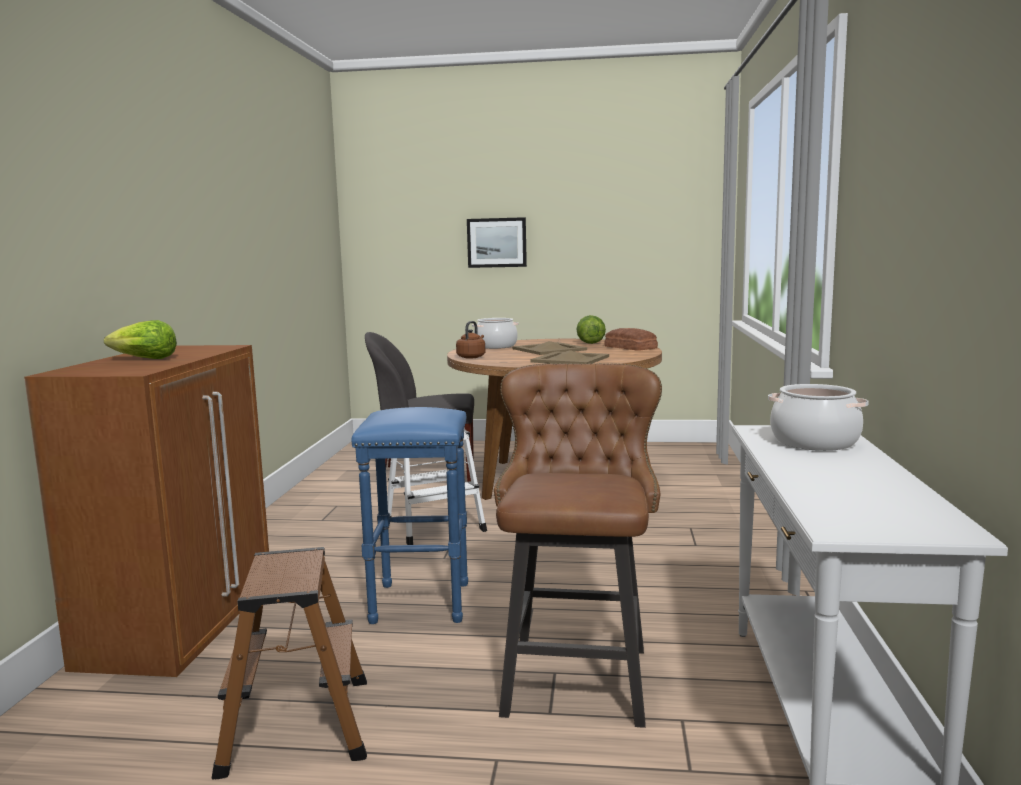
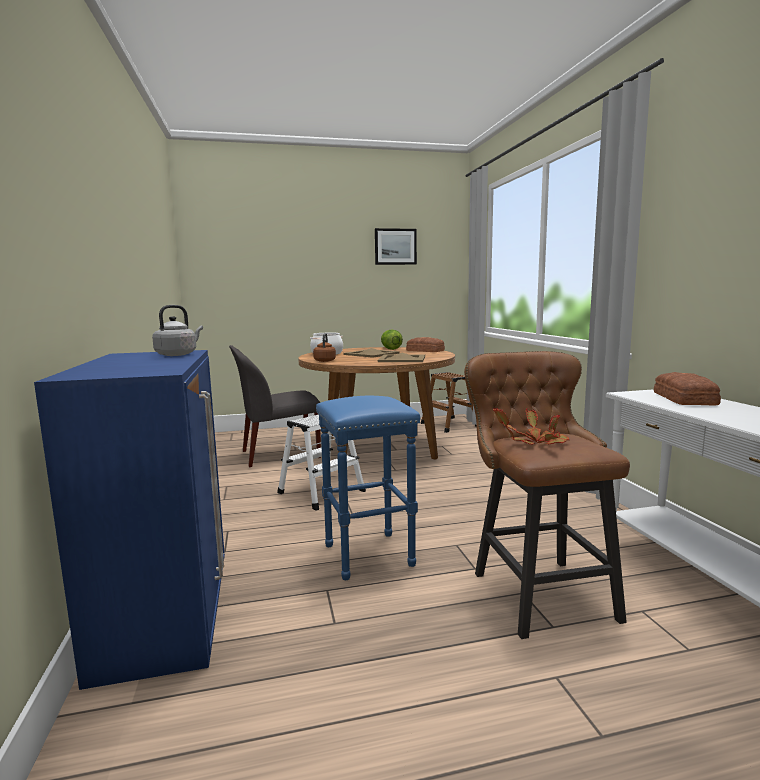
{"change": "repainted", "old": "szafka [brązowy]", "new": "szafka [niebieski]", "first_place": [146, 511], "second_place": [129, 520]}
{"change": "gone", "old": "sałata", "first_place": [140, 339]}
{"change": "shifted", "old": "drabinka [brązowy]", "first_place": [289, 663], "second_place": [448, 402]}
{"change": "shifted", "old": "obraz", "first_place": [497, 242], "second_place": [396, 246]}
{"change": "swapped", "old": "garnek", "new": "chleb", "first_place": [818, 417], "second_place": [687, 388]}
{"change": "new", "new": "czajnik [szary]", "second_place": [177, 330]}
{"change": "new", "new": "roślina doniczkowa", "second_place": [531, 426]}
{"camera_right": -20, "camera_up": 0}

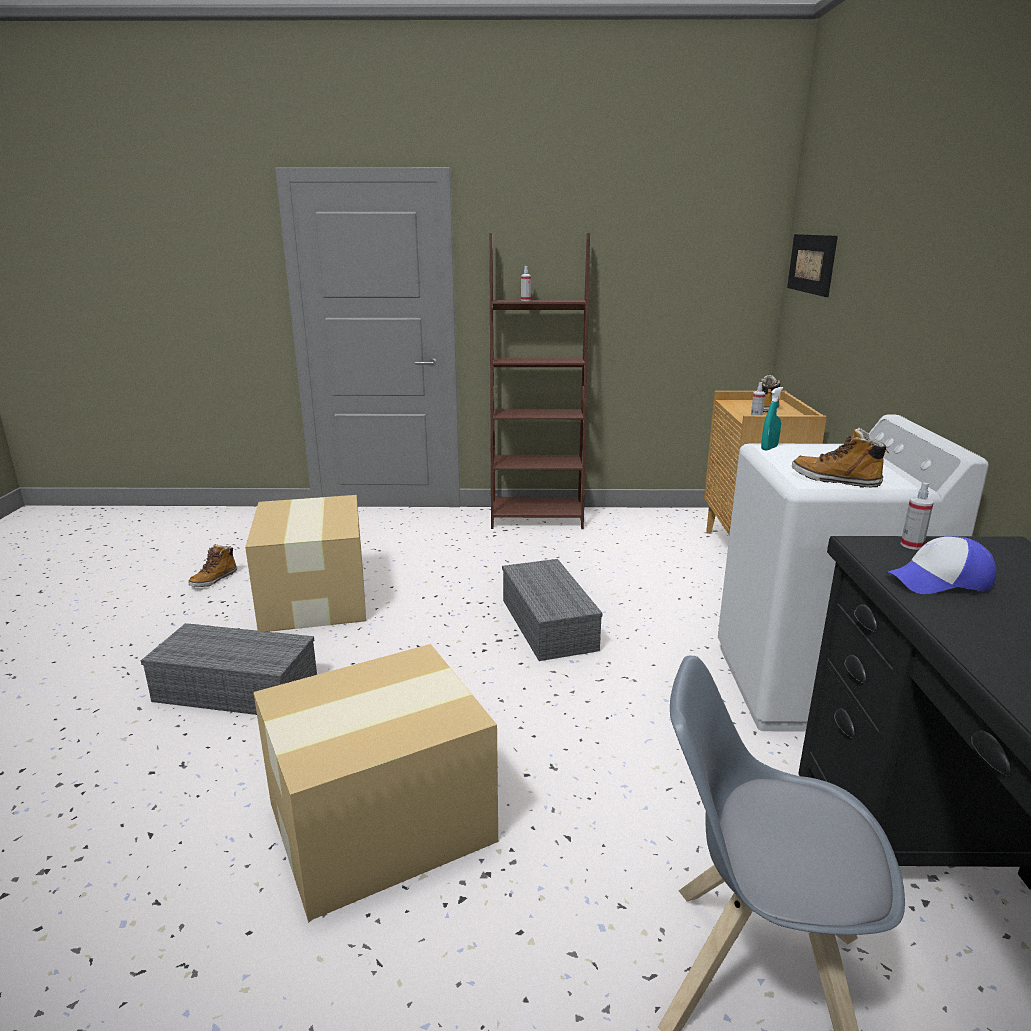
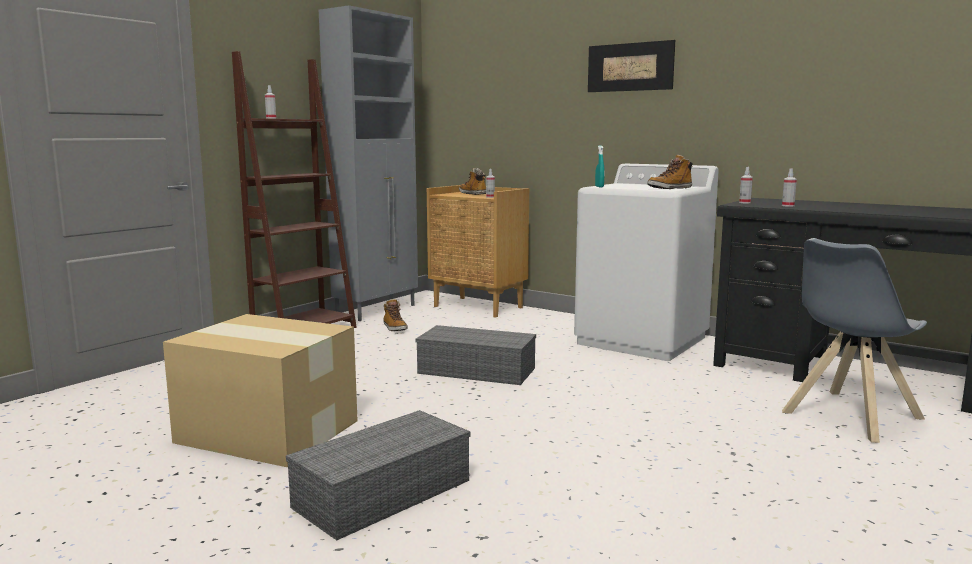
{"change": "shifted", "old": "but z cholewką", "first_place": [212, 565], "second_place": [395, 315]}
{"change": "gone", "old": "karton", "first_place": [375, 782]}
{"change": "shifted", "old": "obraz", "first_place": [812, 265], "second_place": [631, 66]}
{"change": "swapped", "old": "czapka z daszkiem", "new": "spryskiwacz", "first_place": [941, 565], "second_place": [789, 187]}
{"change": "new", "new": "szafka [szary]", "second_place": [368, 163]}
{"camera_right": -55, "camera_up": -10}

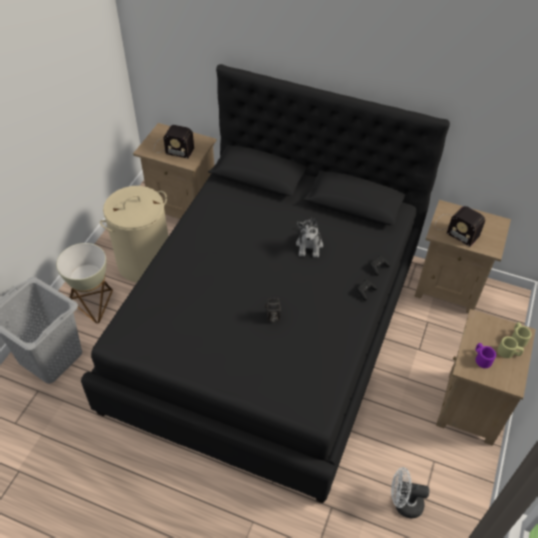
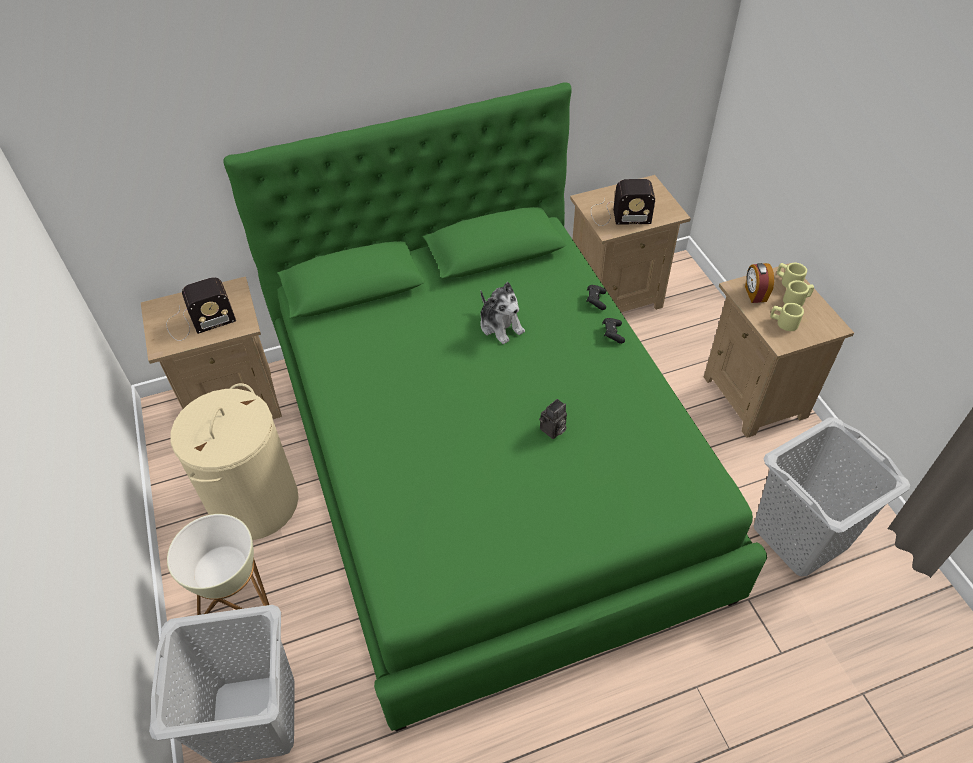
{"change": "repainted", "old": "łóżko [czarny]", "new": "łóżko [zielony]", "first_place": [265, 283], "second_place": [495, 407]}
{"change": "swapped", "old": "wentylator [biały]", "new": "kosz na pranie [szary]", "first_place": [410, 492], "second_place": [832, 496]}
{"change": "repainted", "old": "kubek [fioletowy]", "new": "kubek [beżowy]", "first_place": [485, 355], "second_place": [787, 317]}
{"change": "new", "new": "budzik", "second_place": [759, 283]}
{"camera_right": -40, "camera_up": 0}

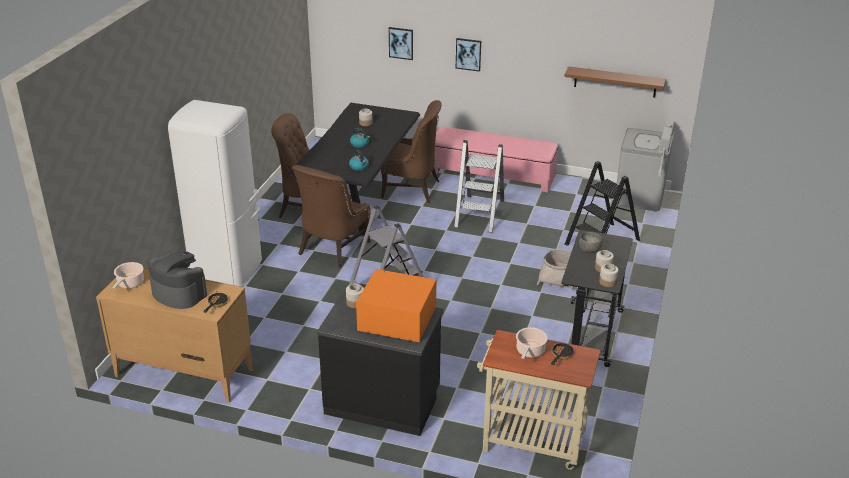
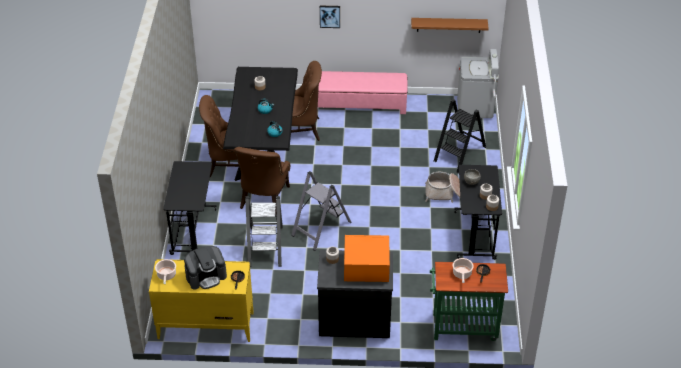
{"change": "repainted", "old": "szafka [brązowy]", "new": "szafka [żółty]", "first_place": [174, 335], "second_place": [201, 300]}
{"change": "rotated", "old": "ekspres do kawy", "first_place": [177, 280], "second_place": [205, 268], "degrees": 135}
{"change": "swapped", "old": "lodówka [biały]", "new": "biurko [czarny]", "first_place": [215, 193], "second_place": [190, 208]}
{"change": "gone", "old": "obraz", "first_place": [401, 43]}
{"change": "shifted", "old": "drabinka [szary]", "first_place": [479, 186], "second_place": [264, 231]}
{"change": "repainted", "old": "wózek [beżowy]", "new": "wózek [zielony]", "first_place": [538, 400], "second_place": [469, 301]}
{"camera_right": -15, "camera_up": 10}

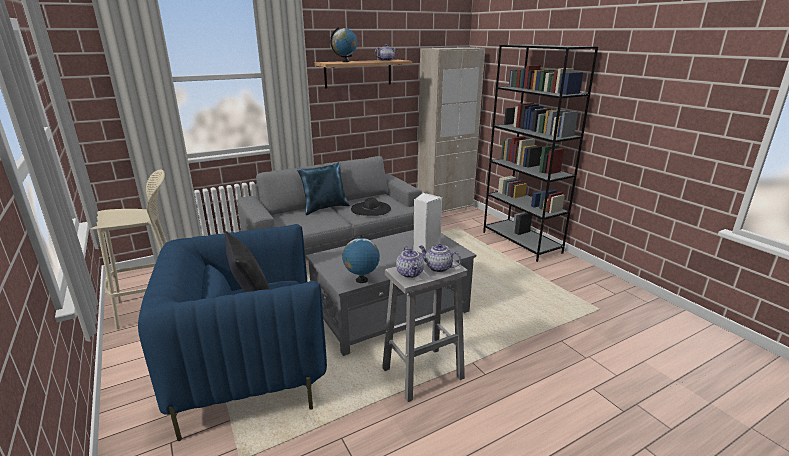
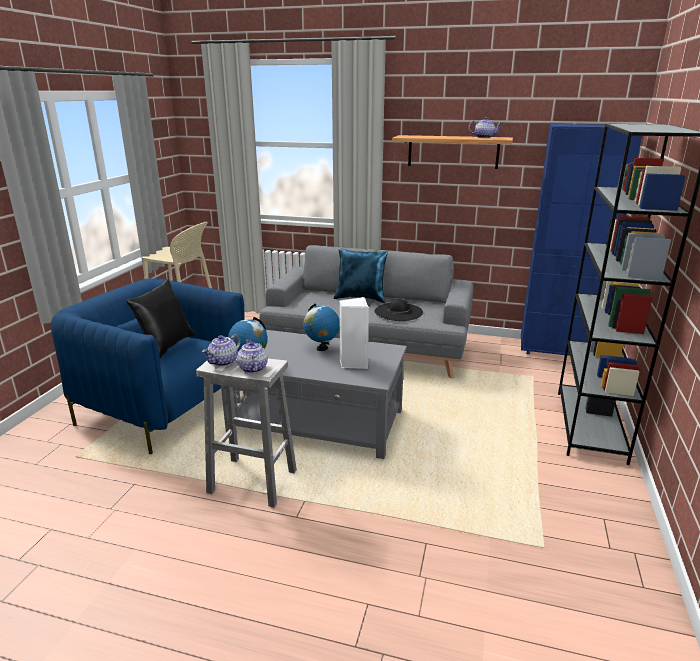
{"change": "shifted", "old": "globus", "first_place": [344, 44], "second_place": [321, 327]}
{"change": "repainted", "old": "szafka [beżowy]", "new": "szafka [niebieski]", "first_place": [451, 130], "second_place": [581, 240]}
{"camera_right": 45, "camera_up": 0}

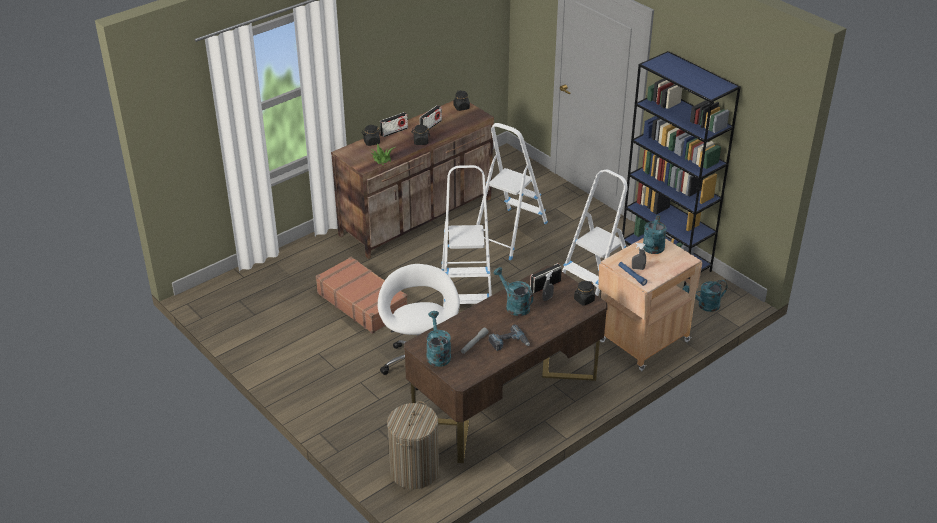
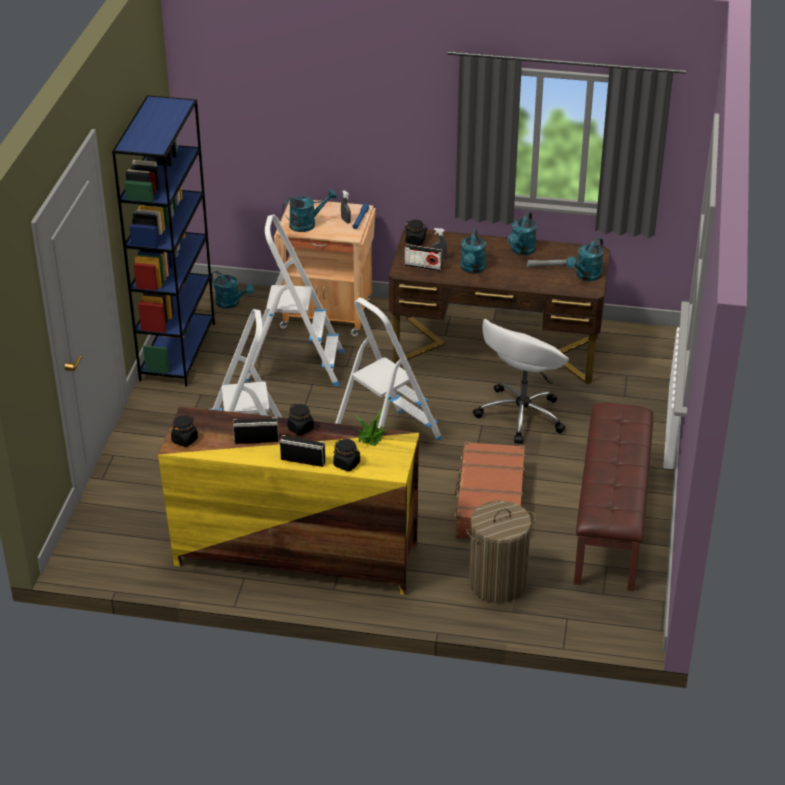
{"change": "repainted", "old": "szafka [brązowy]", "new": "szafka [żółty]", "first_place": [412, 179], "second_place": [288, 500]}
{"change": "shifted", "old": "kosz na pranie", "first_place": [413, 445], "second_place": [501, 551]}
{"change": "swapped", "old": "wiertarka", "new": "konewka [turkusowy]", "first_place": [509, 337], "second_place": [522, 233]}
{"change": "new", "new": "ławka [brązowy]", "second_place": [613, 497]}
{"camera_right": -130, "camera_up": 0}

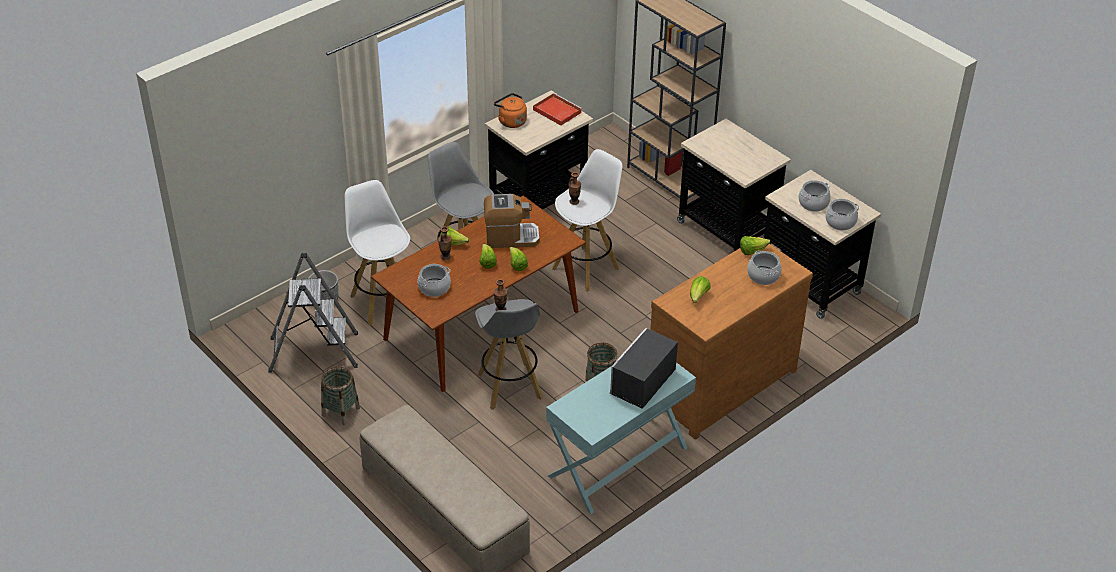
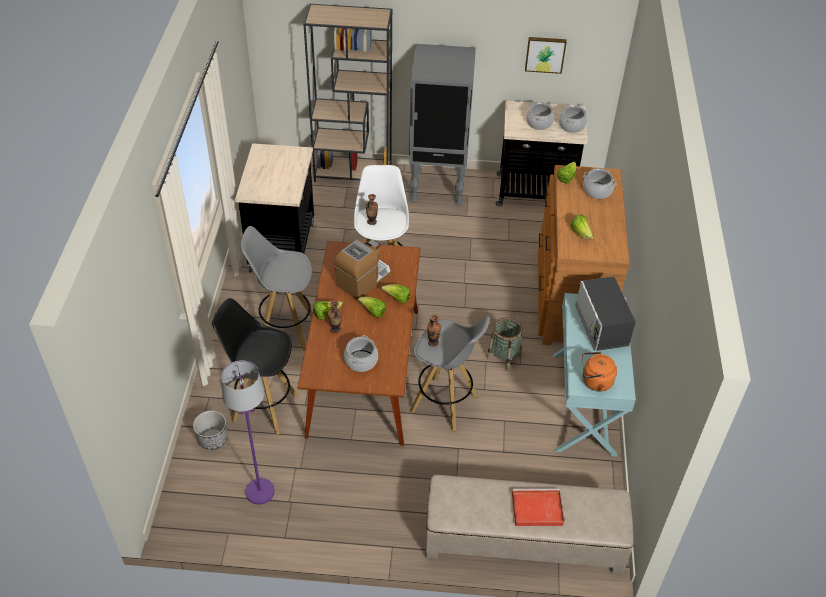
{"change": "swapped", "old": "drabinka [szary]", "new": "lampa stojąca [fioletowy]", "first_place": [313, 313], "second_place": [248, 432]}
{"change": "gone", "old": "koszyk", "first_place": [340, 395]}
{"change": "repainted", "old": "stołek [biały]", "new": "stołek [czarny]", "first_place": [377, 252], "second_place": [255, 366]}
{"change": "shifted", "old": "czajnik [pomarańczowy]", "first_place": [510, 110], "second_place": [599, 372]}
{"change": "shifted", "old": "taca [czerwony]", "first_place": [557, 109], "second_place": [538, 507]}
{"change": "swapped", "old": "wózek [czarny]", "new": "szafka [szary]", "first_place": [734, 185], "second_place": [442, 125]}
{"change": "new", "new": "obraz", "second_place": [546, 55]}
{"camera_right": -45, "camera_up": 5}

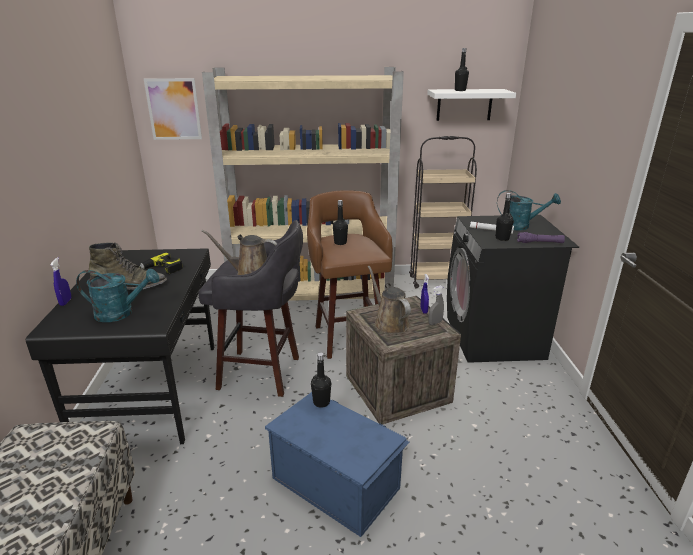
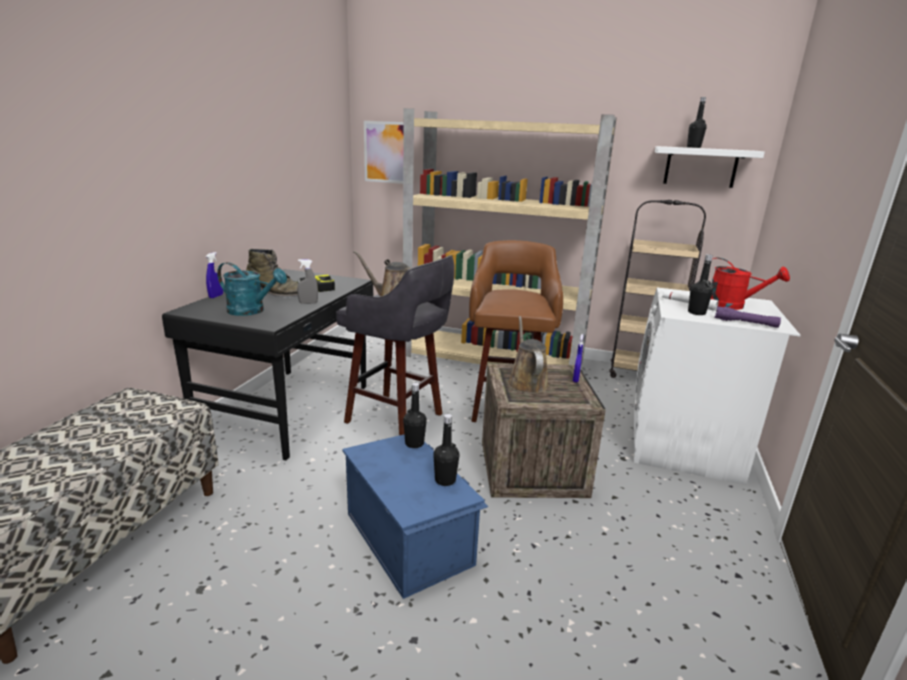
{"change": "shifted", "old": "butelka [czarny]", "first_place": [340, 222], "second_place": [446, 450]}
{"change": "shifted", "old": "spryskiwacz [szary]", "first_place": [436, 305], "second_place": [307, 281]}
{"change": "repainted", "old": "pralka [czarny]", "new": "pralka [biały]", "first_place": [513, 289], "second_place": [717, 386]}
{"change": "repainted", "old": "konewka [turkusowy]", "new": "konewka [czerwony]", "first_place": [529, 210], "second_place": [750, 284]}
{"camera_right": 20, "camera_up": -5}

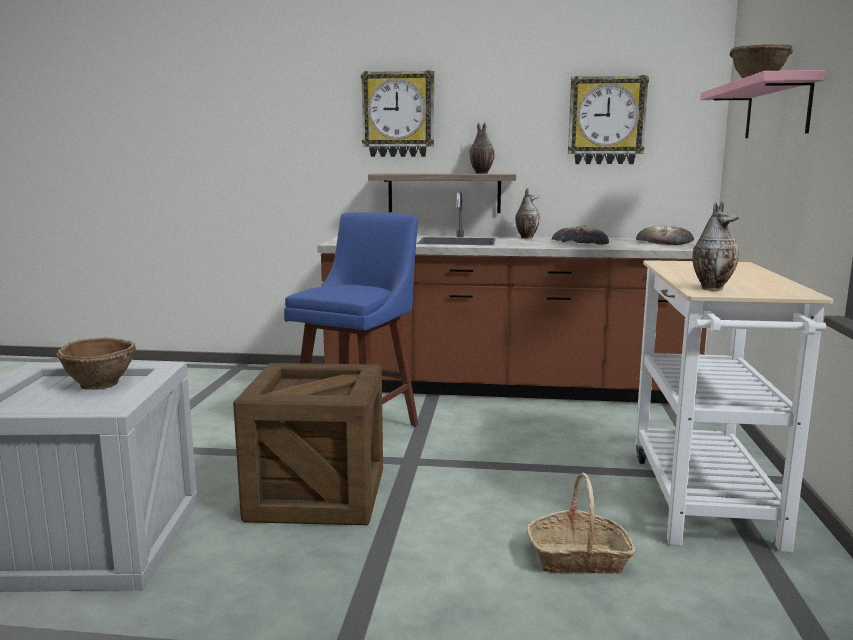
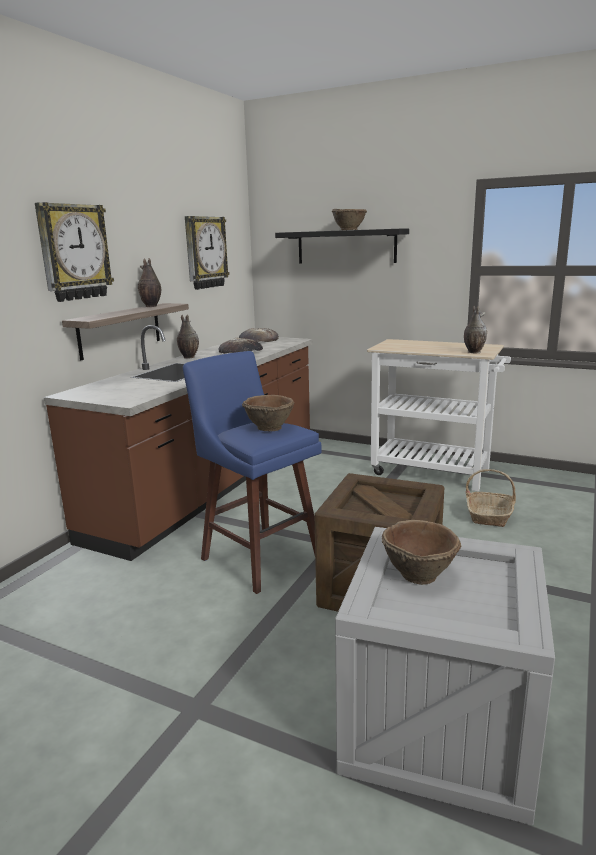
{"change": "repainted", "old": "półka [różowy]", "new": "półka [czarny]", "first_place": [762, 104], "second_place": [342, 246]}
{"change": "new", "new": "miska [brązowy]", "second_place": [268, 413]}
{"camera_right": -70, "camera_up": 5}

